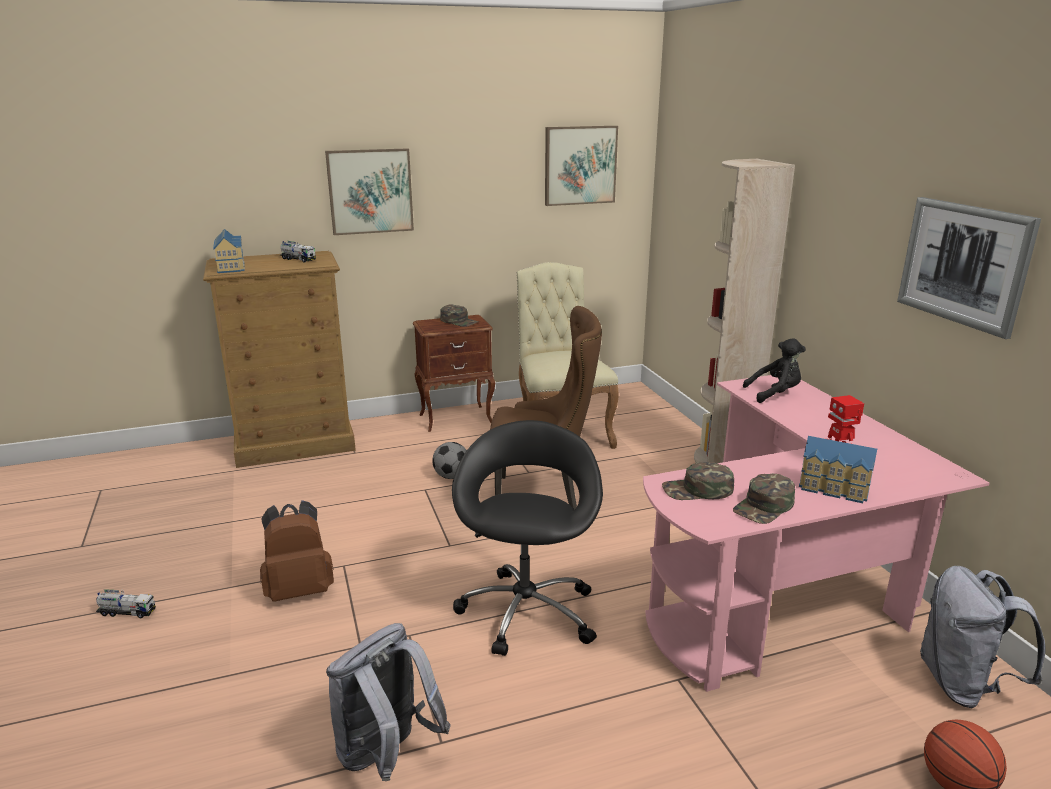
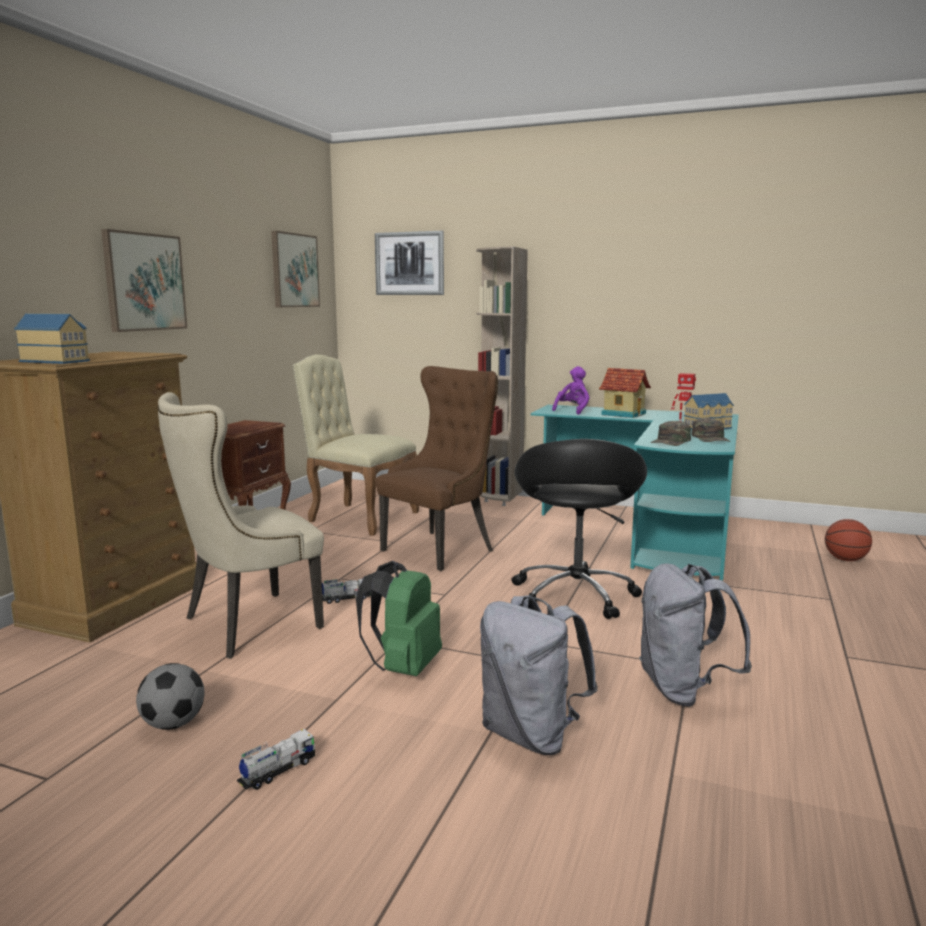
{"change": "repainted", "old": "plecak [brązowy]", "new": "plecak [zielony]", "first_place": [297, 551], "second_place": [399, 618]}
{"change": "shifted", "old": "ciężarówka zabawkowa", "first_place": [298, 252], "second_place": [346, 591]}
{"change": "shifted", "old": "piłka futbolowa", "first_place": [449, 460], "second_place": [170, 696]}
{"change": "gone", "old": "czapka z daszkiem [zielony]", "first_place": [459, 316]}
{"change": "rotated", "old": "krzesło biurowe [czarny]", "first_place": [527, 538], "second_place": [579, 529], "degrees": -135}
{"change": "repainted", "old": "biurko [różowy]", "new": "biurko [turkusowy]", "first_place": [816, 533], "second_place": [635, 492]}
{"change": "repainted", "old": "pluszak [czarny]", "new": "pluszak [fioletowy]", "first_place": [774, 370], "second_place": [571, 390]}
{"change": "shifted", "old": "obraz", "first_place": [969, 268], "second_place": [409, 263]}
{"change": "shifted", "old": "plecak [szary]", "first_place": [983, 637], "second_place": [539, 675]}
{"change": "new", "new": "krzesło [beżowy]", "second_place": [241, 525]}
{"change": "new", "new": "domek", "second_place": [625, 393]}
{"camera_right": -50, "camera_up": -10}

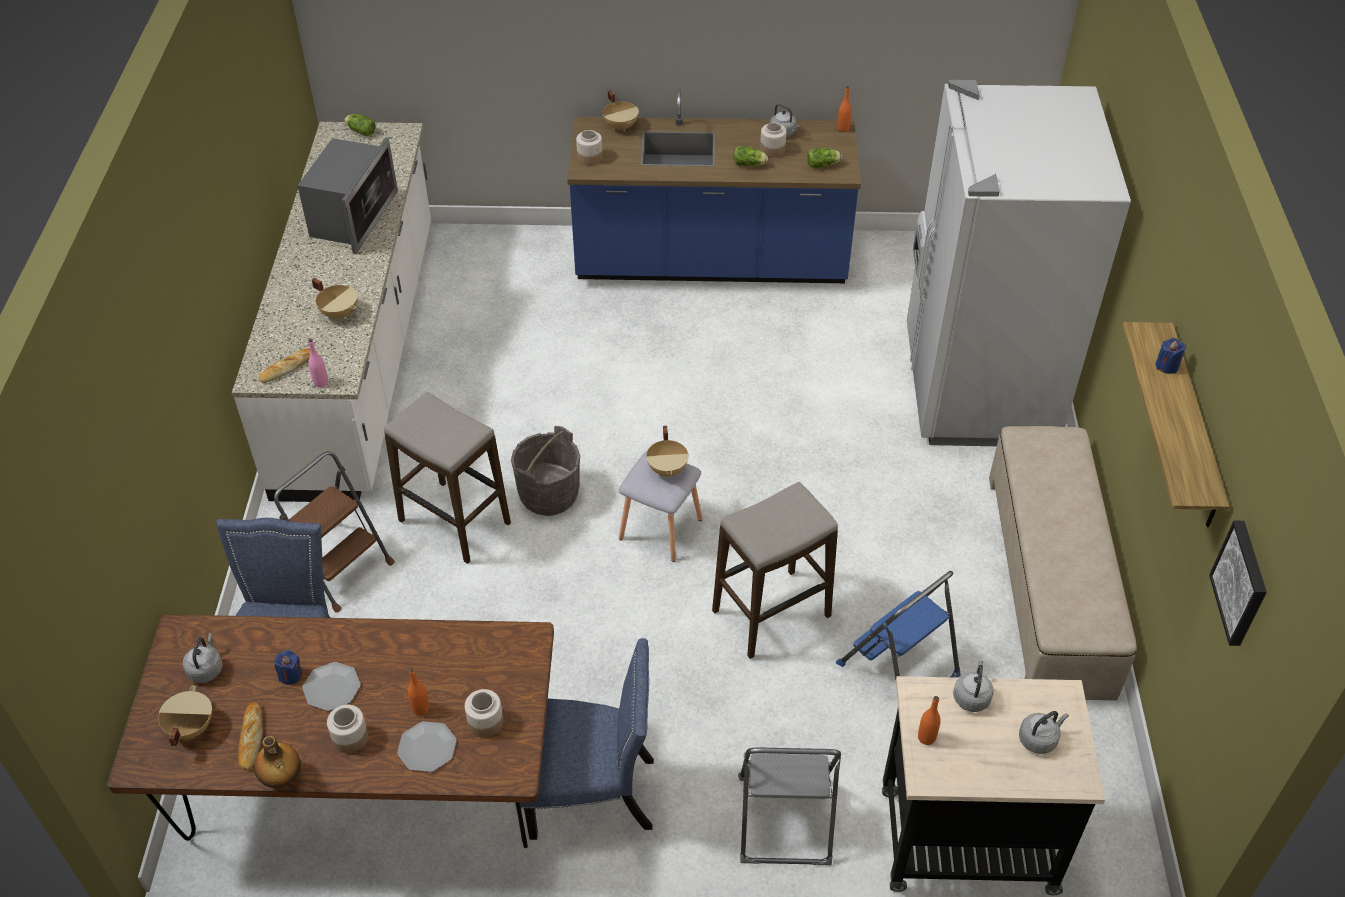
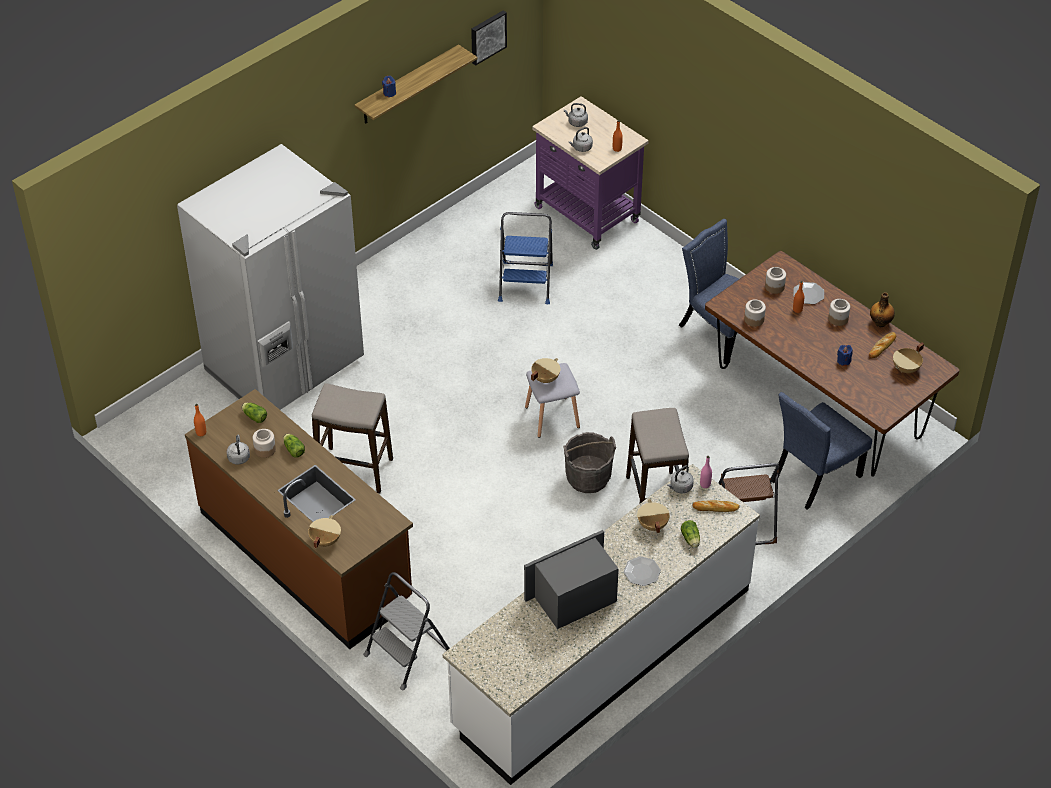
{"change": "shifted", "old": "czajnik [szary]", "first_place": [203, 658], "second_place": [680, 479]}
{"change": "shifted", "old": "talerz", "first_place": [331, 686], "second_place": [642, 571]}
{"change": "shifted", "old": "sałata", "first_place": [360, 125], "second_place": [690, 534]}
{"change": "repainted", "old": "zabudowa kuchenna [niebieski]", "new": "zabudowa kuchenna [brązowy]", "first_place": [714, 186], "second_place": [299, 519]}
{"change": "shifted", "old": "słoik", "first_place": [589, 147], "second_place": [755, 313]}
{"change": "shifted", "old": "stołek", "first_place": [775, 570], "second_place": [352, 438]}
{"change": "shifted", "old": "drabinka [szary]", "first_place": [789, 806], "second_place": [406, 631]}
{"change": "repainted", "old": "wózek [czarny]", "new": "wózek [fioletowy]", "first_place": [993, 785], "second_place": [590, 173]}
{"change": "gone", "old": "ławka [beżowy]", "first_place": [1063, 563]}
{"camera_right": -135, "camera_up": 0}

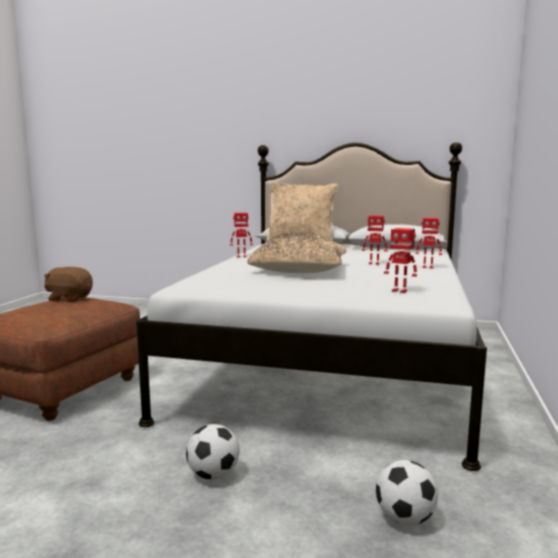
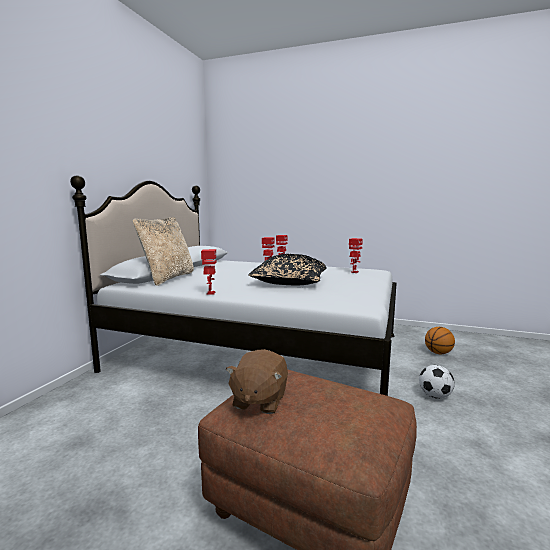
{"change": "repainted", "old": "poduszka [beżowy]", "new": "poduszka [czarny]", "first_place": [297, 253], "second_place": [287, 269]}
{"change": "swapped", "old": "piłka futbolowa", "new": "piłka do koszykówki", "first_place": [407, 493], "second_place": [440, 340]}
{"camera_right": -85, "camera_up": 0}

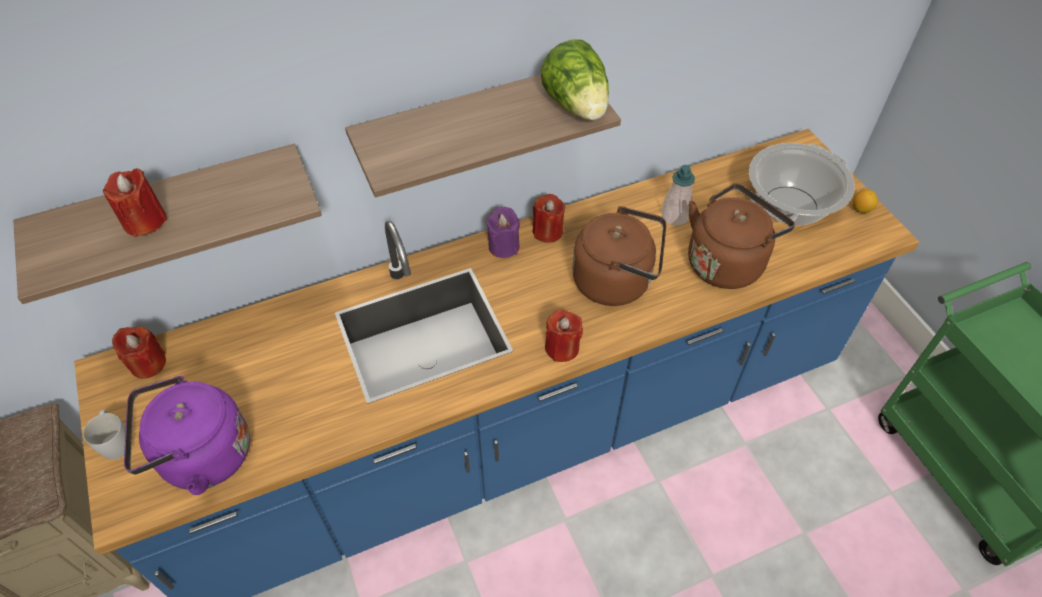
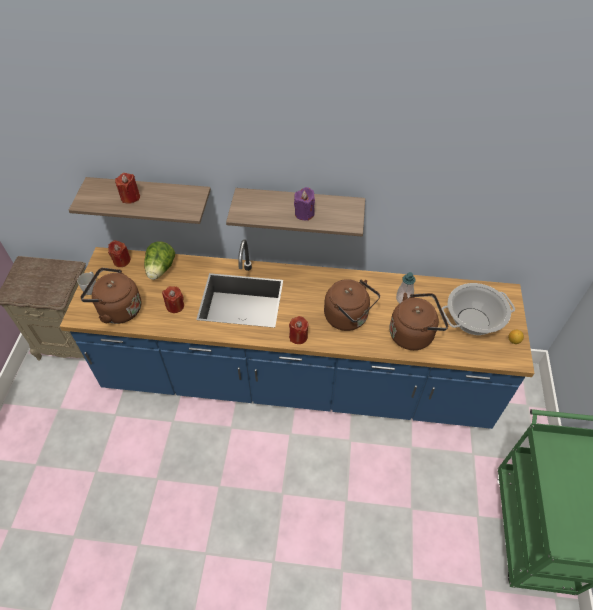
{"change": "repainted", "old": "czajnik [fioletowy]", "new": "czajnik [brązowy]", "first_place": [187, 435], "second_place": [110, 296]}
{"change": "shifted", "old": "świeca [fioletowy]", "first_place": [503, 232], "second_place": [304, 204]}
{"change": "shifted", "old": "świeca [czerwony]", "first_place": [549, 218], "second_place": [173, 299]}
{"change": "shifted", "old": "sałata", "first_place": [575, 79], "second_place": [159, 261]}
{"camera_right": 30, "camera_up": 0}

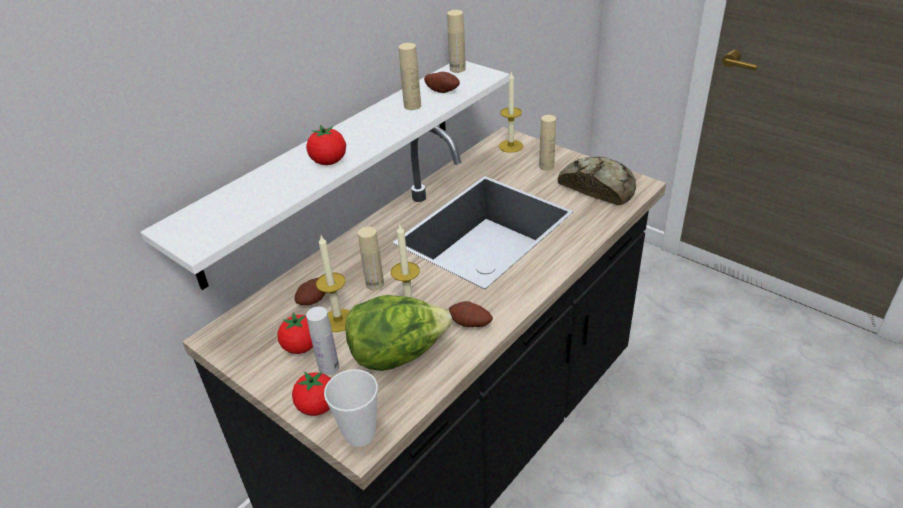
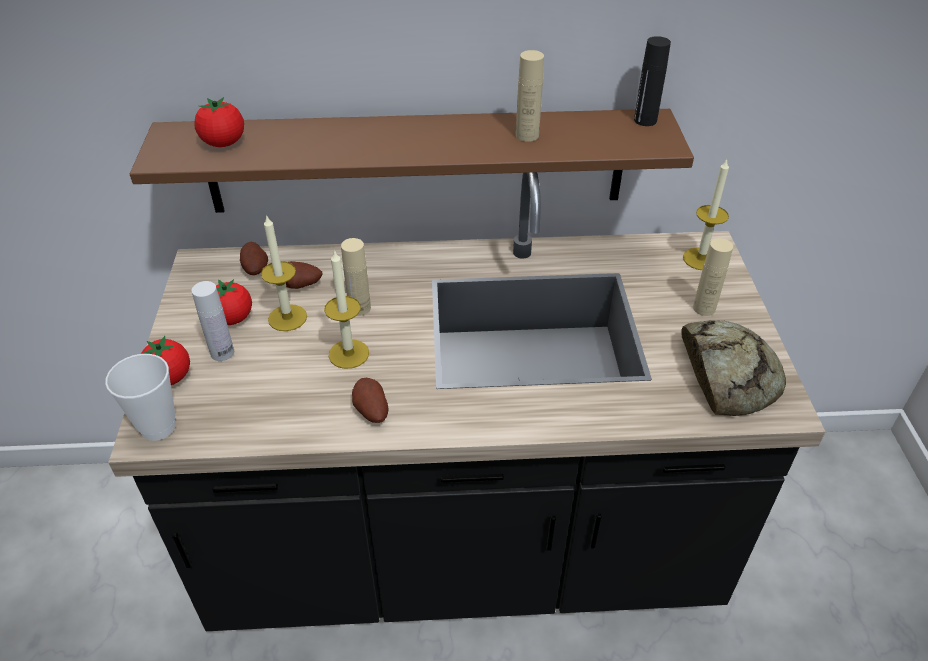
{"change": "repainted", "old": "półka [biały]", "new": "półka [brązowy]", "first_place": [325, 175], "second_place": [412, 161]}
{"change": "shifted", "old": "pomidor", "first_place": [326, 145], "second_place": [219, 122]}
{"change": "gone", "old": "sałata", "first_place": [398, 333]}
{"change": "shifted", "old": "ziemniak", "first_place": [442, 82], "second_place": [254, 258]}
{"change": "repainted", "old": "butelka [beżowy]", "new": "butelka [czarny]", "first_place": [456, 41], "second_place": [652, 81]}
{"camera_right": 45, "camera_up": 5}

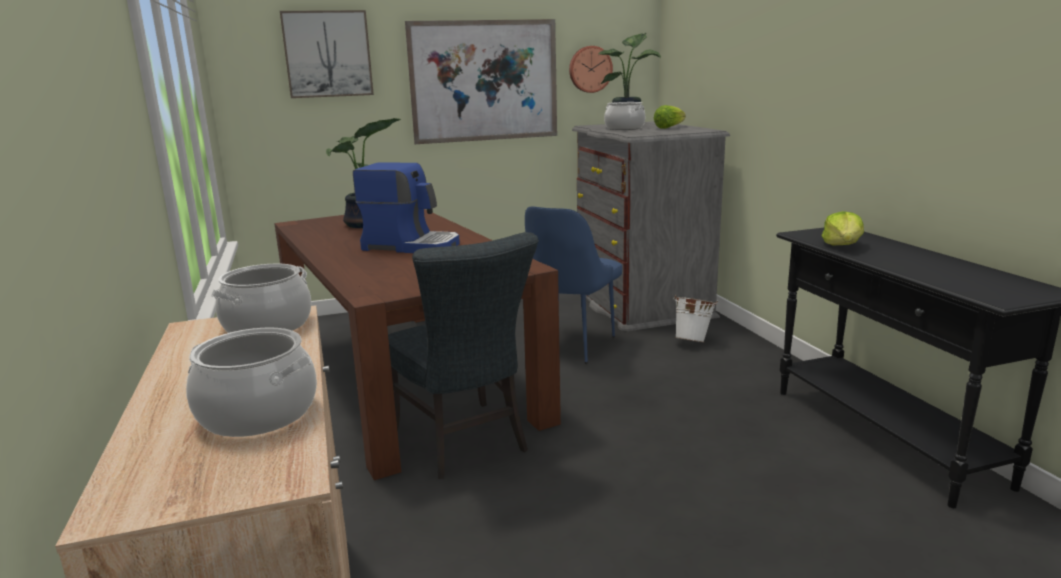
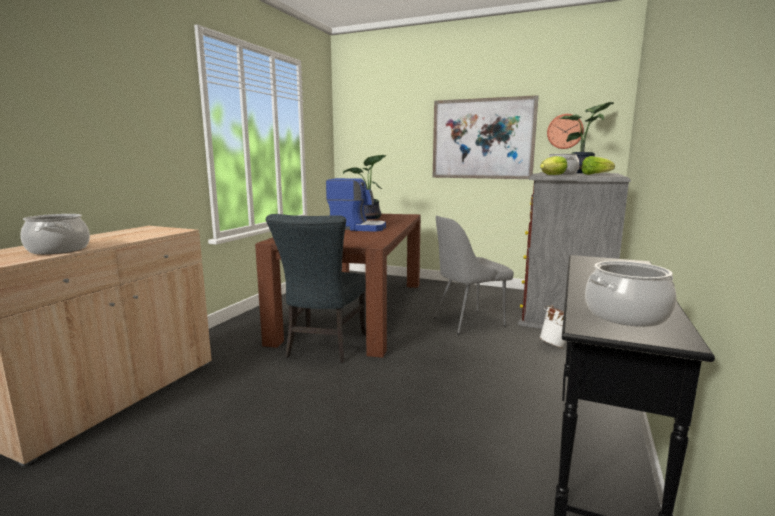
{"change": "shifted", "old": "garnek", "first_place": [261, 298], "second_place": [631, 294]}
{"change": "gone", "old": "obraz", "first_place": [327, 54]}
{"change": "rotated", "old": "ekspres do kawy", "first_place": [406, 207], "second_place": [356, 205], "degrees": -45}
{"change": "repainted", "old": "krzesło [niebieski]", "new": "krzesło [szary]", "first_place": [573, 285], "second_place": [473, 275]}
{"change": "shifted", "old": "sałata", "first_place": [843, 228], "second_place": [553, 165]}
{"camera_right": 40, "camera_up": -5}

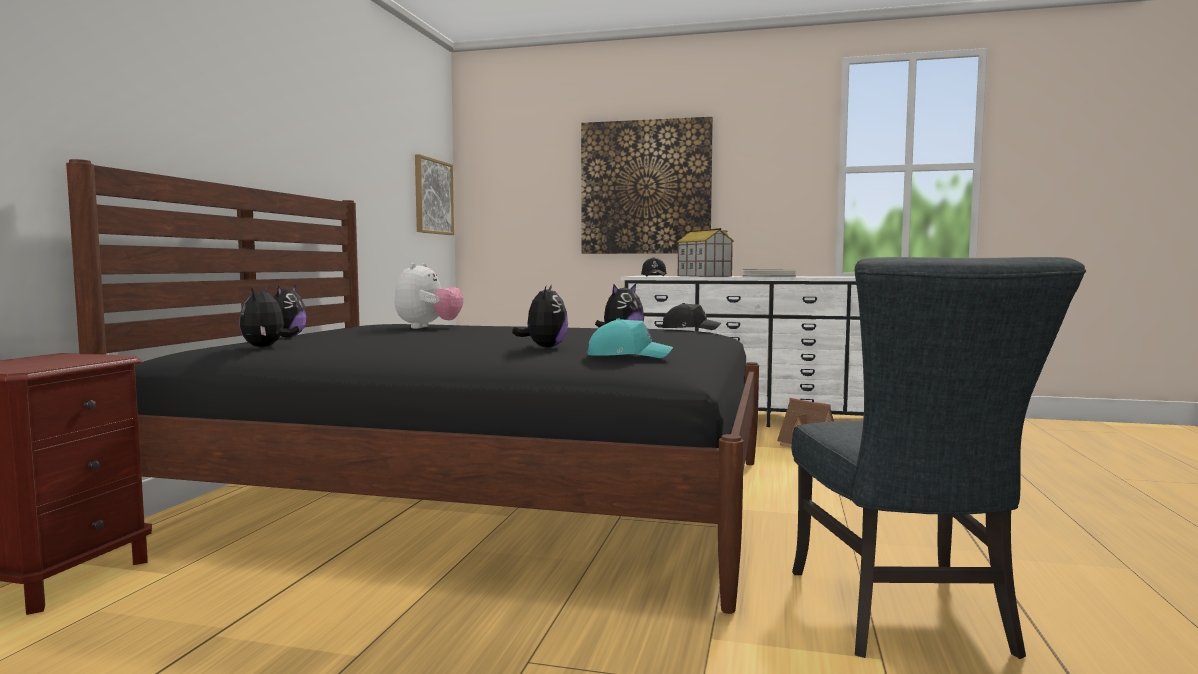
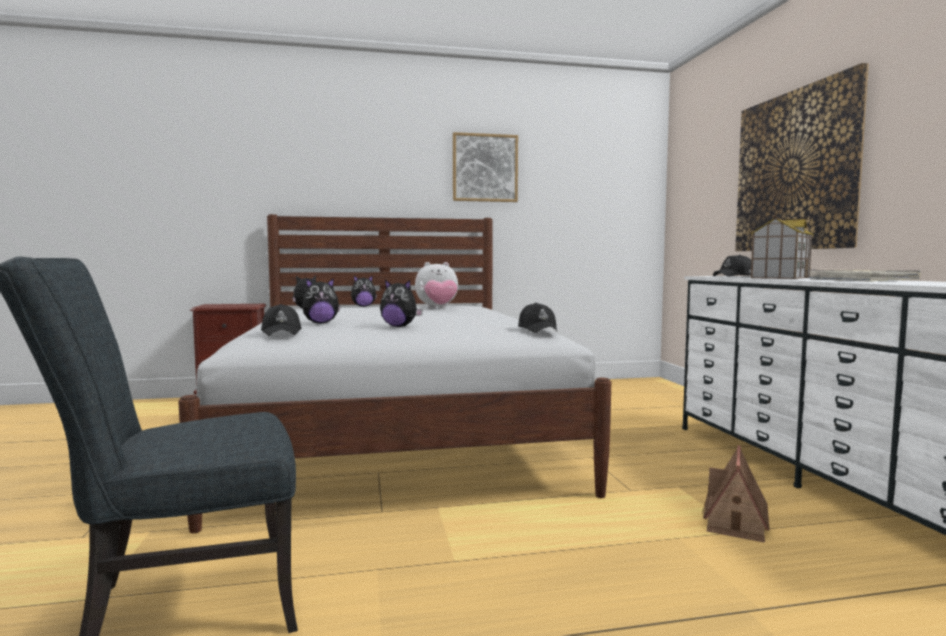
{"change": "repainted", "old": "łóżko [czarny]", "new": "łóżko [biały]", "first_place": [412, 386], "second_place": [394, 373]}
{"change": "shifted", "old": "obraz", "first_place": [434, 194], "second_place": [485, 167]}
{"change": "repainted", "old": "czapka z daszkiem [turkusowy]", "new": "czapka z daszkiem [czarny]", "first_place": [629, 338], "second_place": [281, 320]}
{"camera_right": 65, "camera_up": 0}

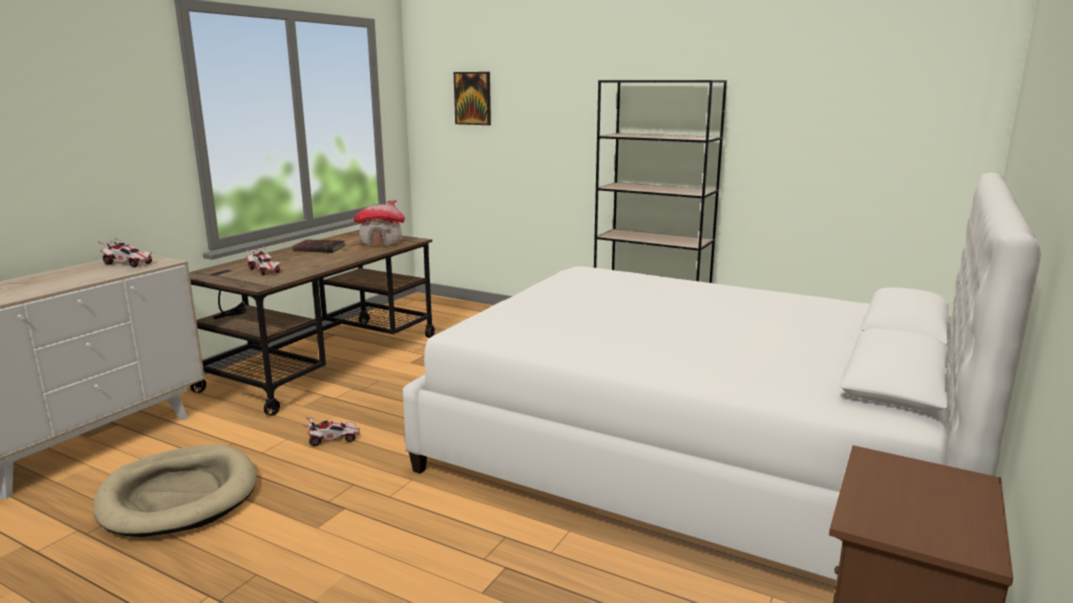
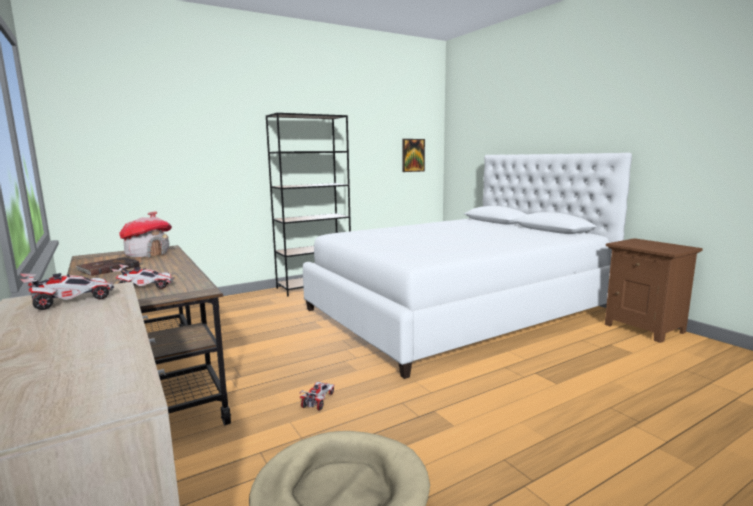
{"change": "shifted", "old": "obraz", "first_place": [472, 98], "second_place": [413, 155]}
{"camera_right": -60, "camera_up": -5}

